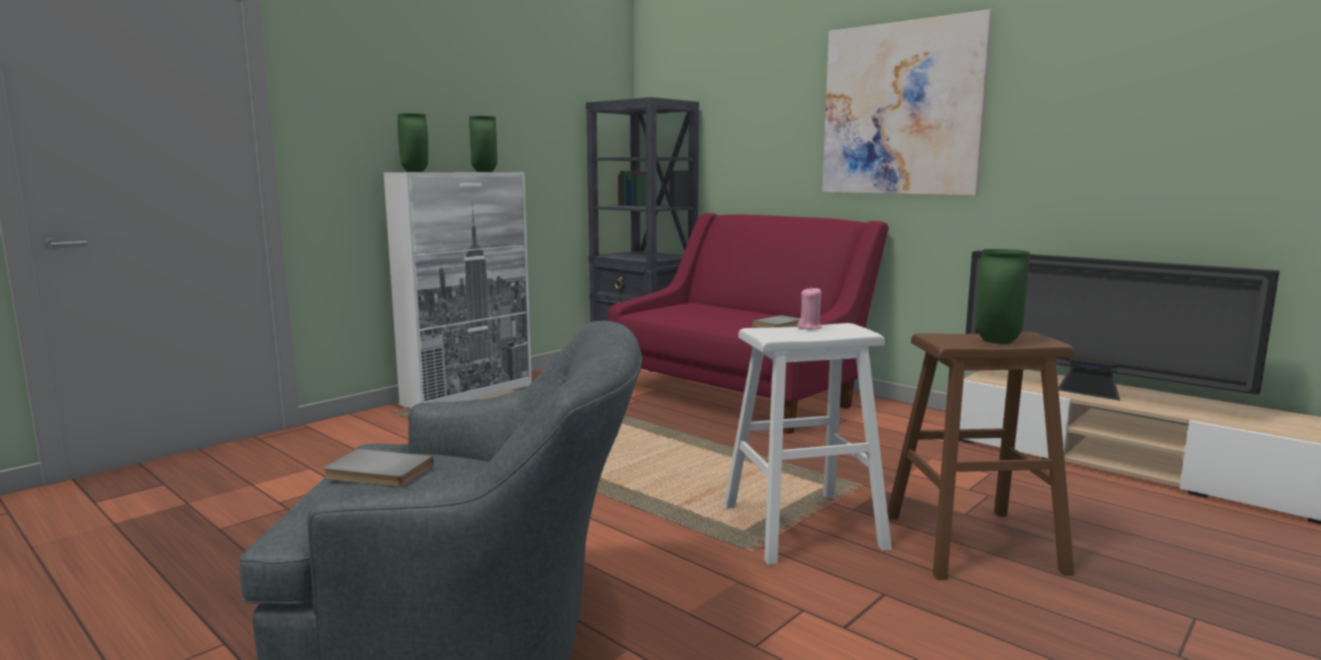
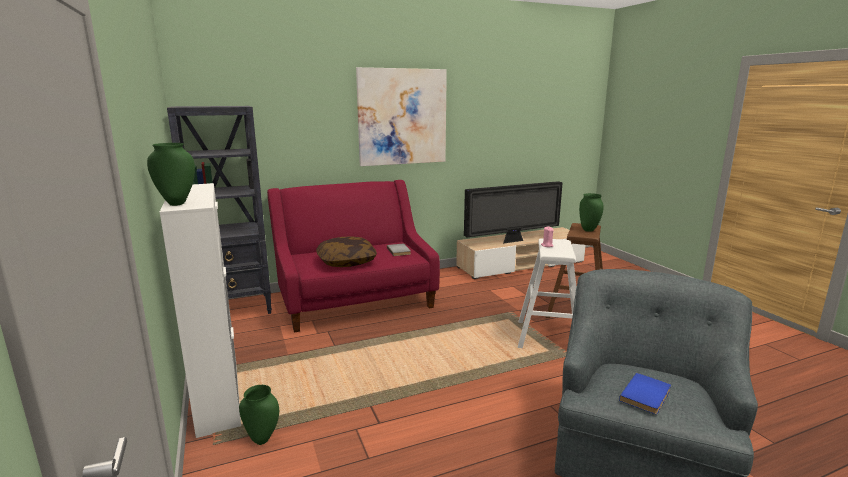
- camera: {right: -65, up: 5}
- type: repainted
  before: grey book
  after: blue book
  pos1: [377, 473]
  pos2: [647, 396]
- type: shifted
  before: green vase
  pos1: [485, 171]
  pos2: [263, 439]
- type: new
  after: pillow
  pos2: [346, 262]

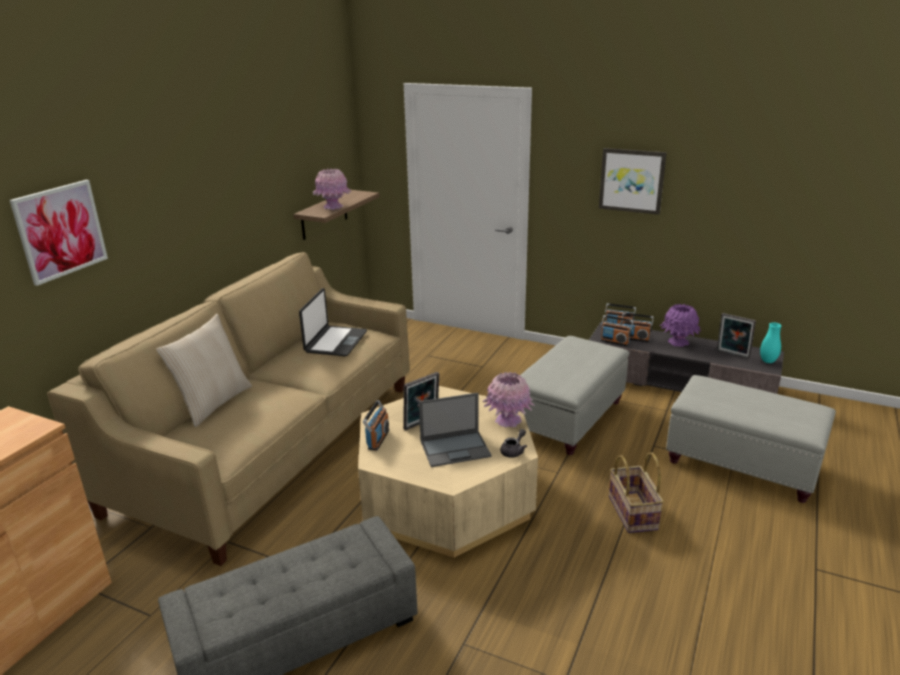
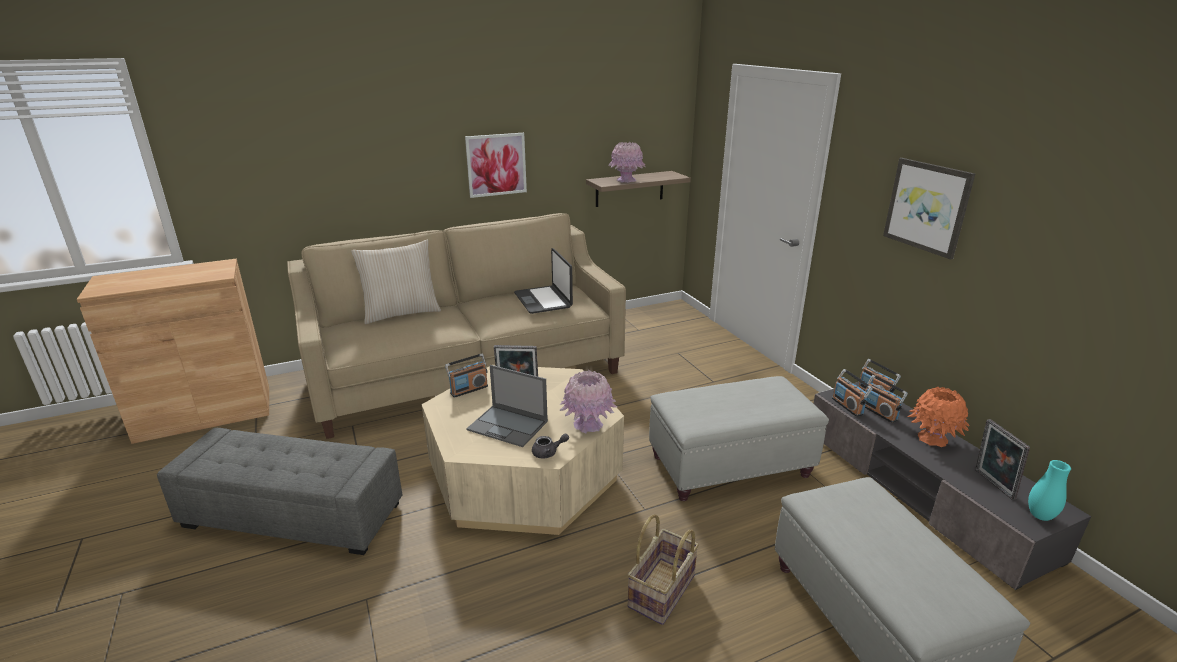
- camera: {right: 40, up: 0}
- type: shifted
  before: picture
  pos1: [60, 231]
  pos2: [496, 165]
- type: rotated
  before: laptop
  pos1: [335, 342]
  pos2: [543, 300]
  turn: 105
- type: repainted
  before: purple vase
  after: orange vase
  pos1: [678, 342]
  pos2: [933, 438]

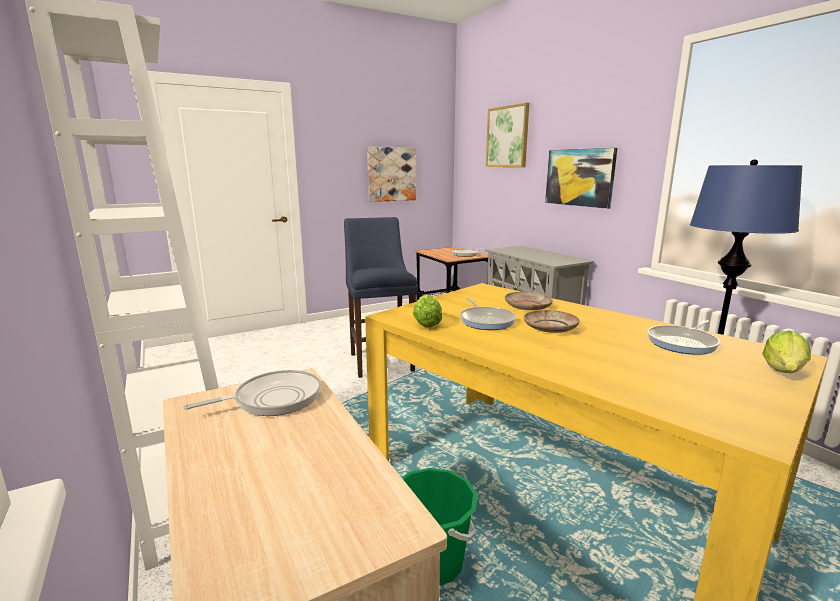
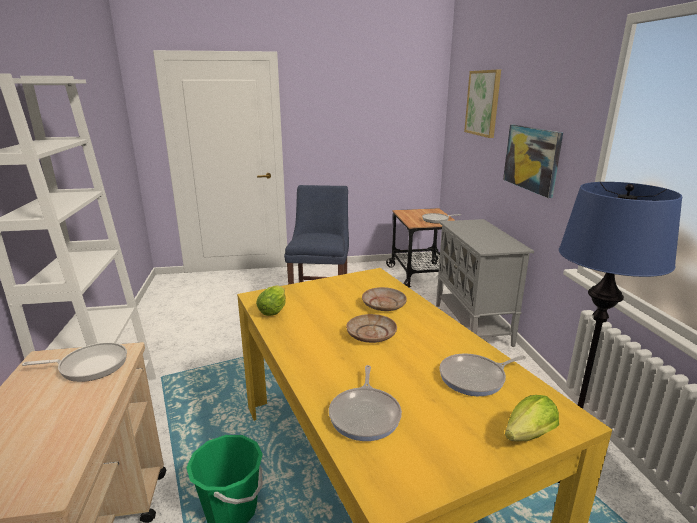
- camera: {right: 20, up: 5}
- type: gone
  before: picture
  pos1: [391, 174]
- type: shifted
  before: frying pan
  pos1: [486, 321]
  pos2: [365, 414]

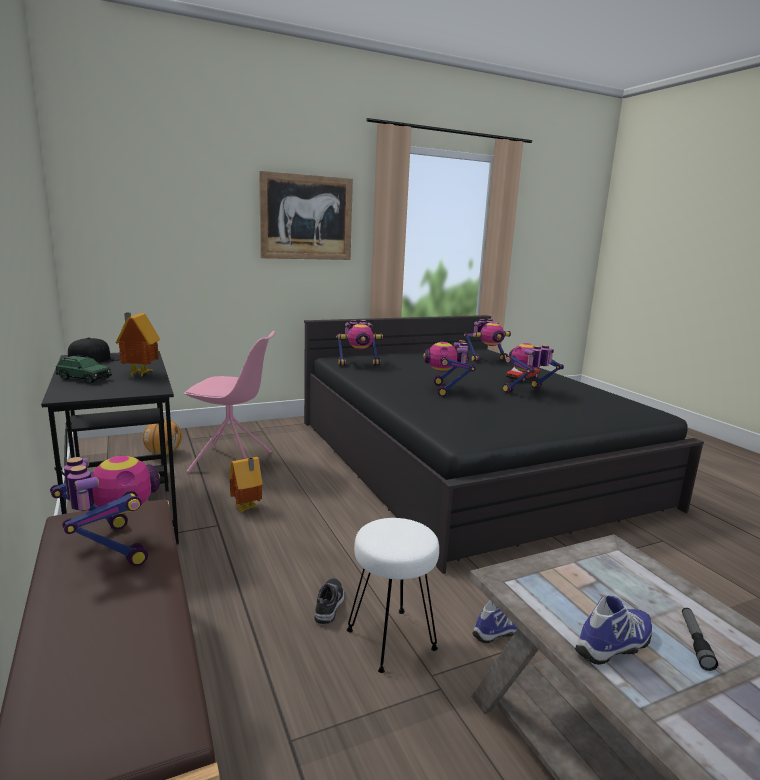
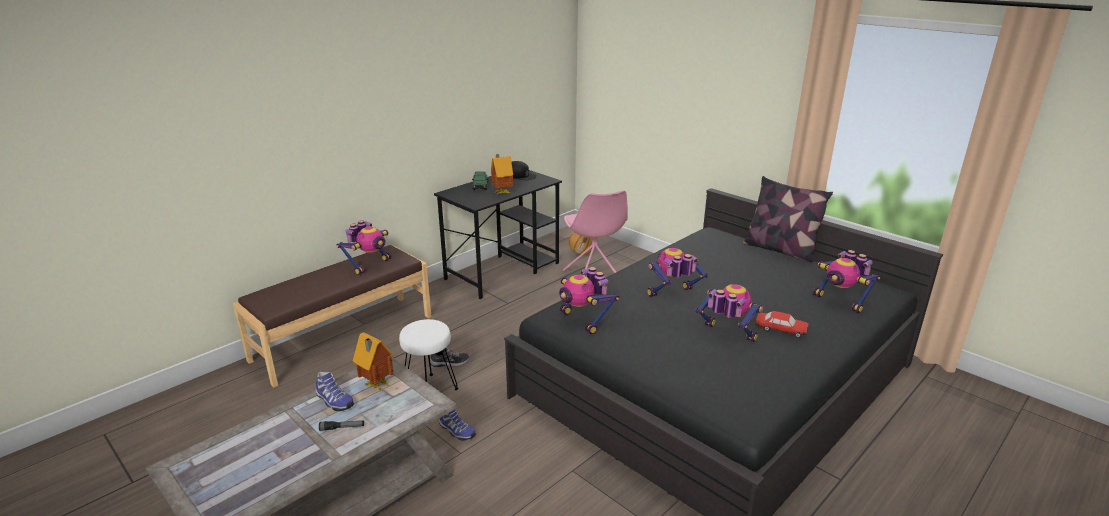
- camera: {right: 70, up: 10}
- type: shifted
  before: toy house
  pos1: [247, 509]
  pos2: [376, 385]
- type: gone
  before: picture
  pos1: [306, 217]
- type: shifted
  before: toy robot
  pos1: [358, 364]
  pos2: [584, 320]
- type: new
  after: pillow
  pos2: [780, 250]

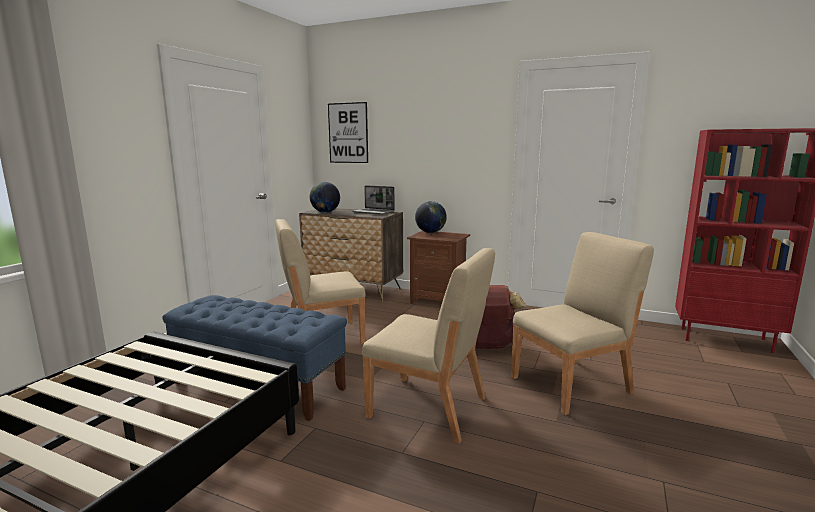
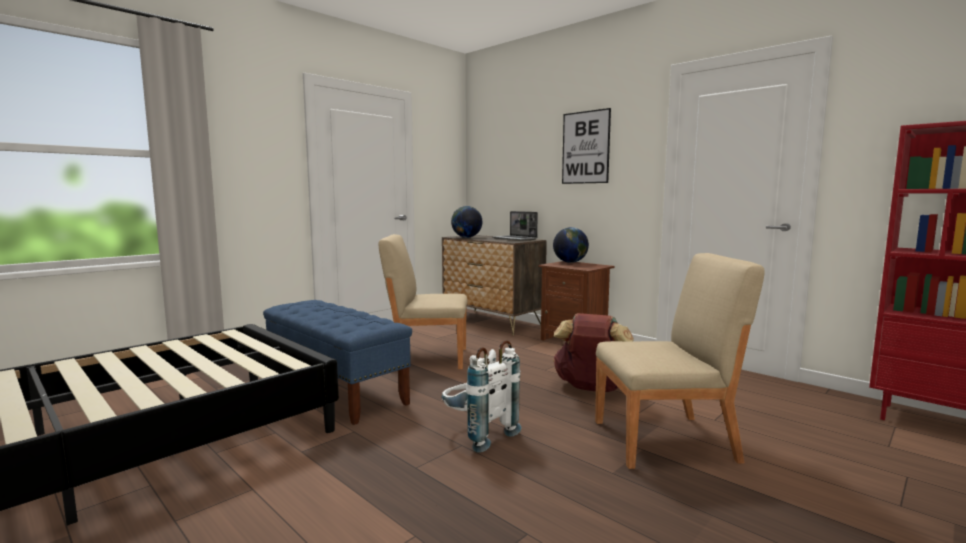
- camera: {right: 20, up: -5}
- type: shifted
  before: picture
  pos1: [348, 133]
  pos2: [585, 147]
- type: swapped
  before: beige chair
  after: white backpack
  pos1: [429, 408]
  pos2: [477, 434]

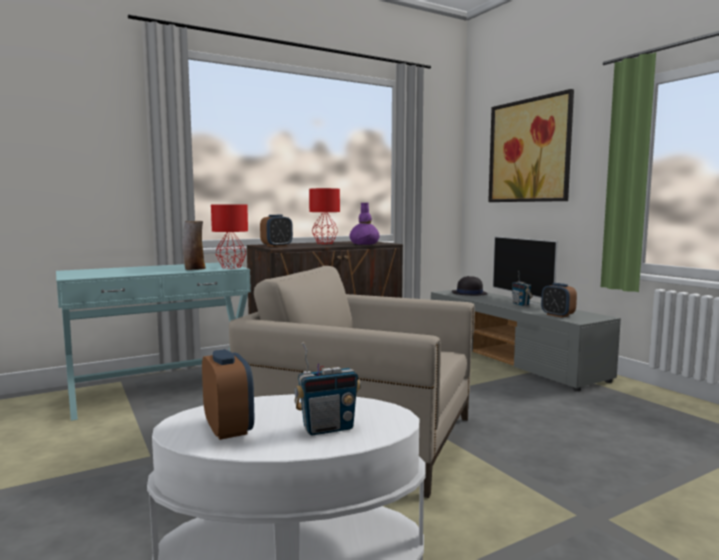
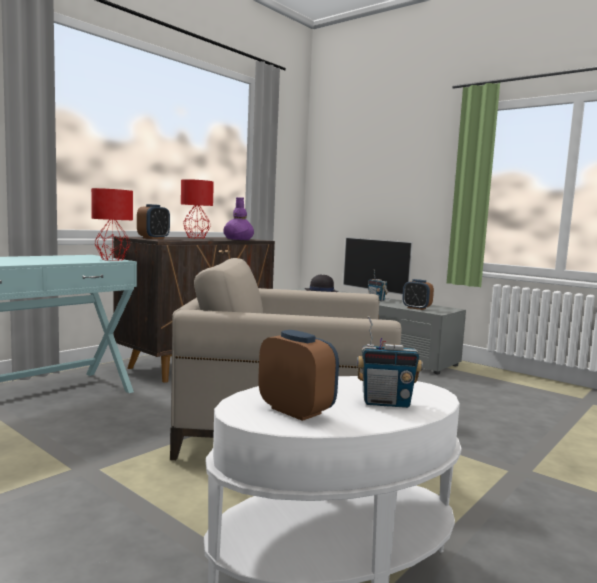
- camera: {right: -20, up: 0}
- type: gone
  before: vase
  pos1: [194, 269]
- type: rotated
  before: radio
  pos1: [328, 428]
  pos2: [386, 403]
  turn: 45
- type: gone
  before: picture
  pos1: [529, 151]

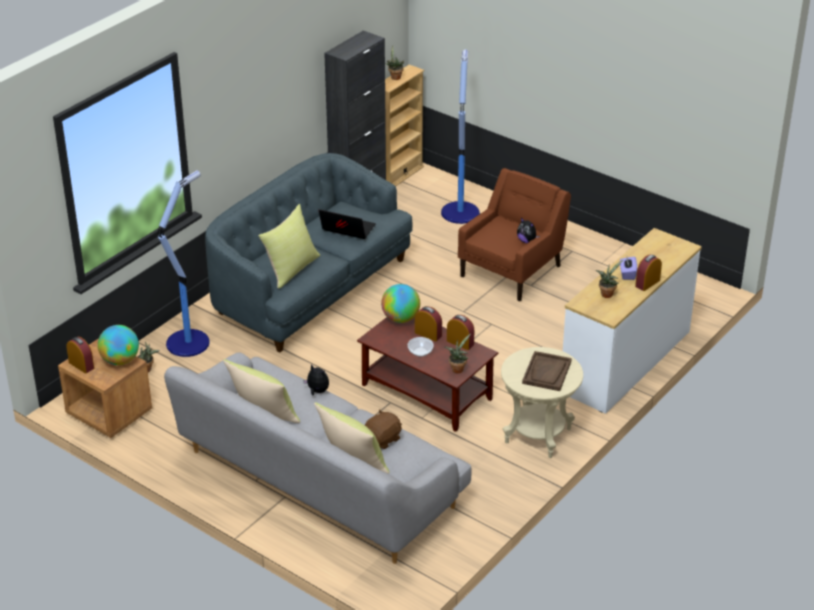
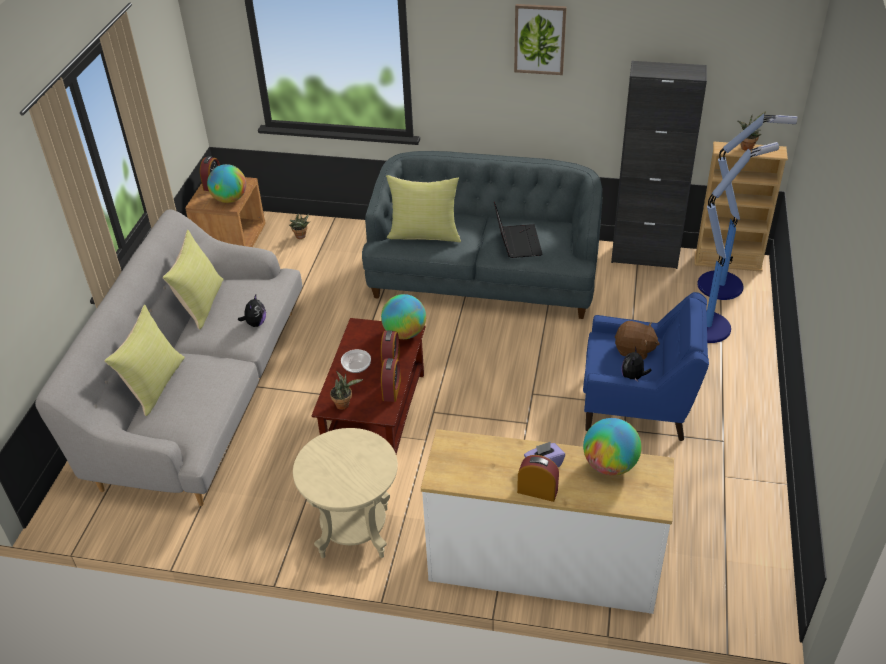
- camera: {right: 65, up: 5}
- type: shifted
  before: floor lamp
  pos1: [189, 342]
  pos2: [722, 285]
- type: shifted
  before: brown plush toy
  pos1: [383, 439]
  pos2: [634, 350]
- type: repainted
  before: brown armchair
  after: blue armchair
  pos1: [512, 270]
  pos2: [638, 404]
- type: gone
  before: brown tray
  pos1: [547, 372]
- type: gone
  before: potted plant
  pos1: [607, 293]
- type: new
  after: picture
  pos2: [539, 39]
- type: new
  after: globe
  pos2: [609, 465]

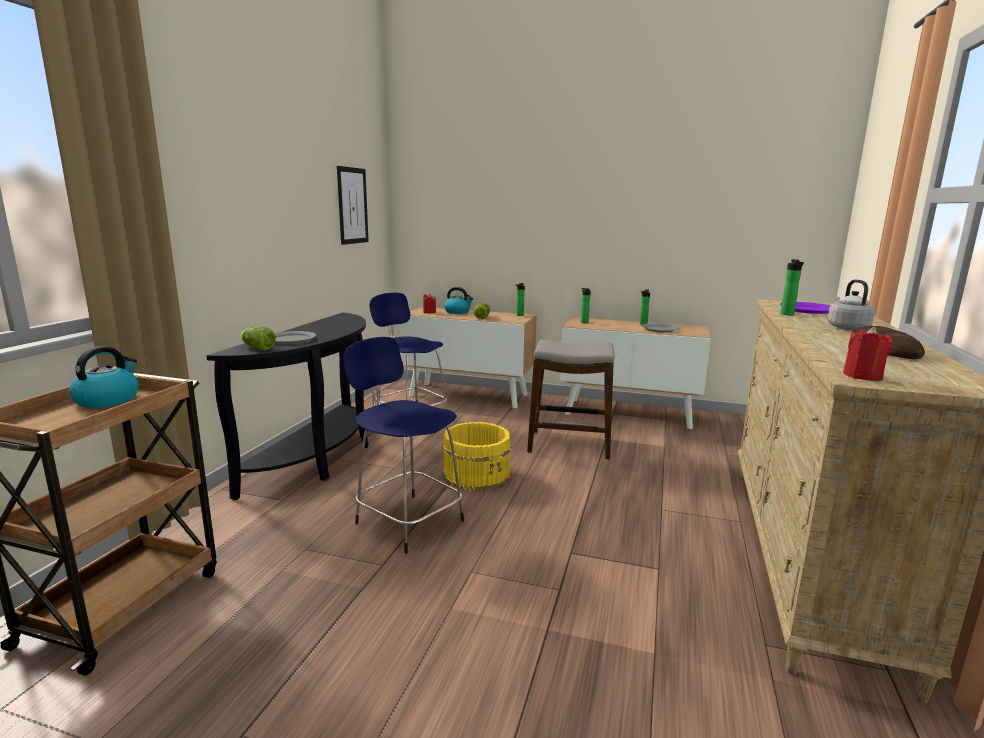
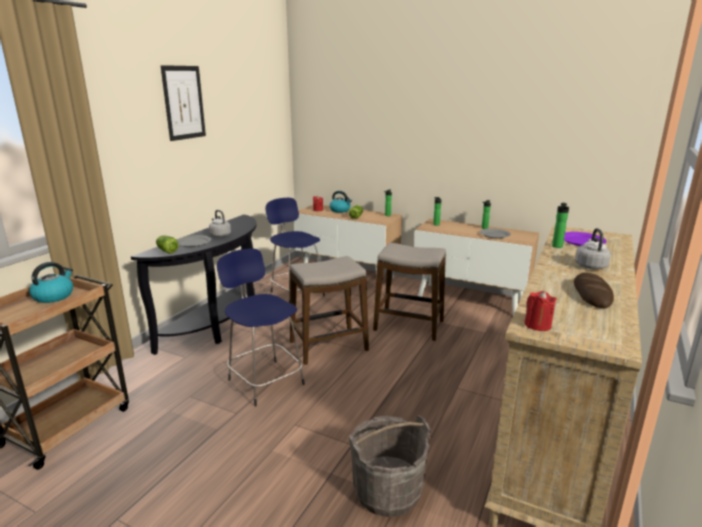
- camera: {right: 10, up: 5}
- type: shifted
  before: picture
  pos1: [352, 206]
  pos2: [184, 102]
- type: swapped
  before: yellow bucket
  after: stool
  pos1: [477, 474]
  pos2: [328, 346]
- type: new
  after: grey kettle
  pos2: [220, 235]
- type: new
  after: grey bucket
  pos2: [387, 491]

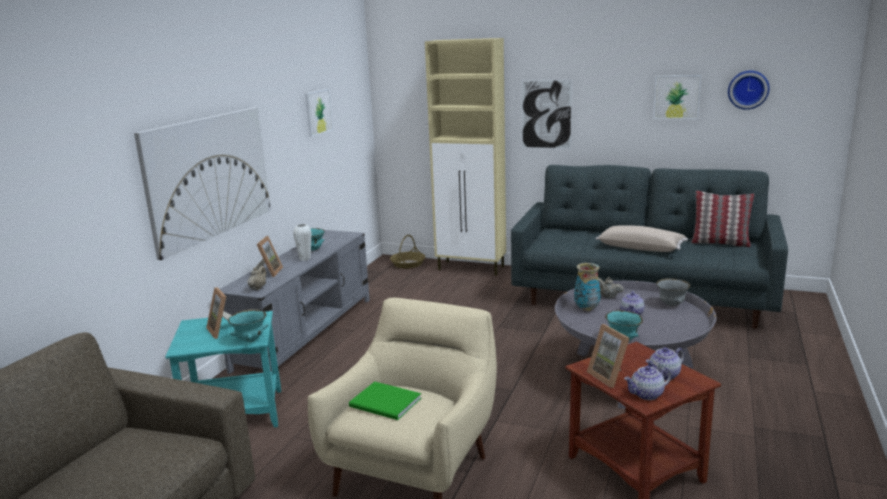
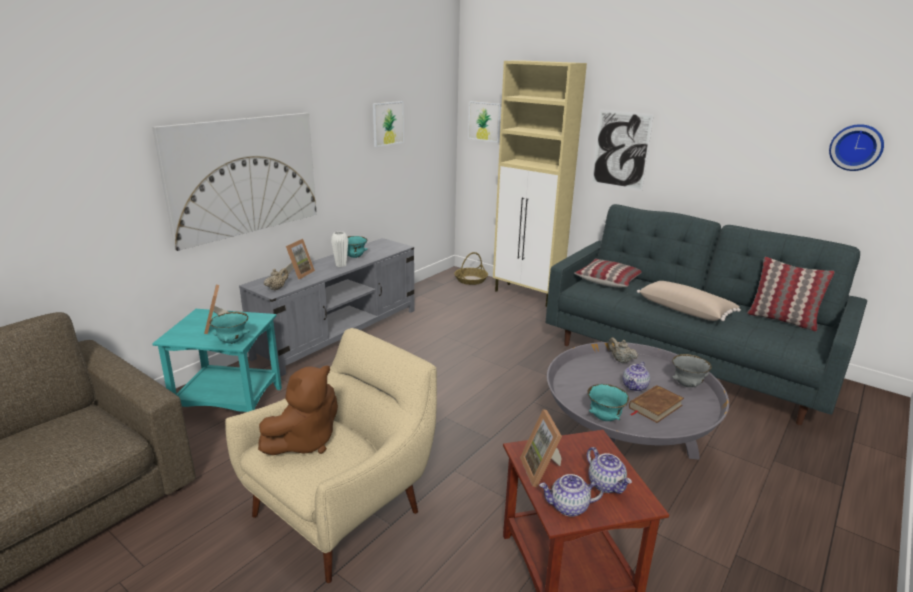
- camera: {right: 15, up: 5}
- type: swapped
  before: green book
  after: brown plush toy
  pos1: [386, 404]
  pos2: [305, 442]
- type: gone
  before: vase
  pos1: [586, 309]
- type: rotated
  before: teapot
  pos1: [664, 375]
  pos2: [606, 484]
  turn: -105
- type: shifted
  before: picture
  pos1: [677, 97]
  pos2: [484, 121]
- type: new
  after: pillow
  pos2: [608, 280]
- type: new
  after: brown book
  pos2: [655, 406]

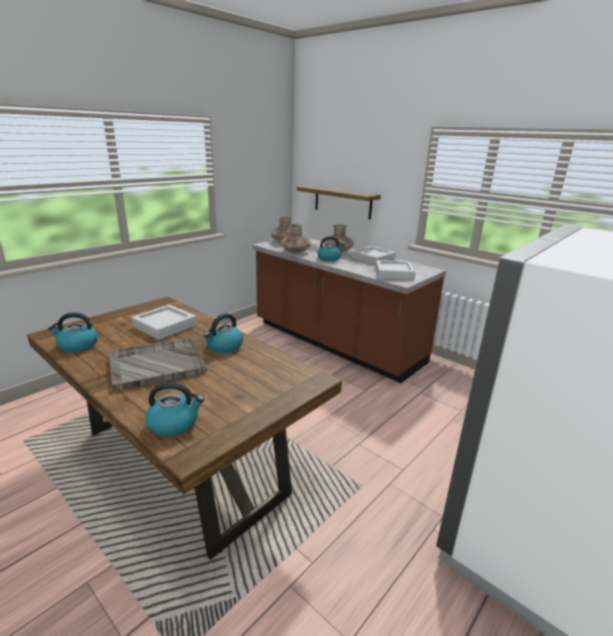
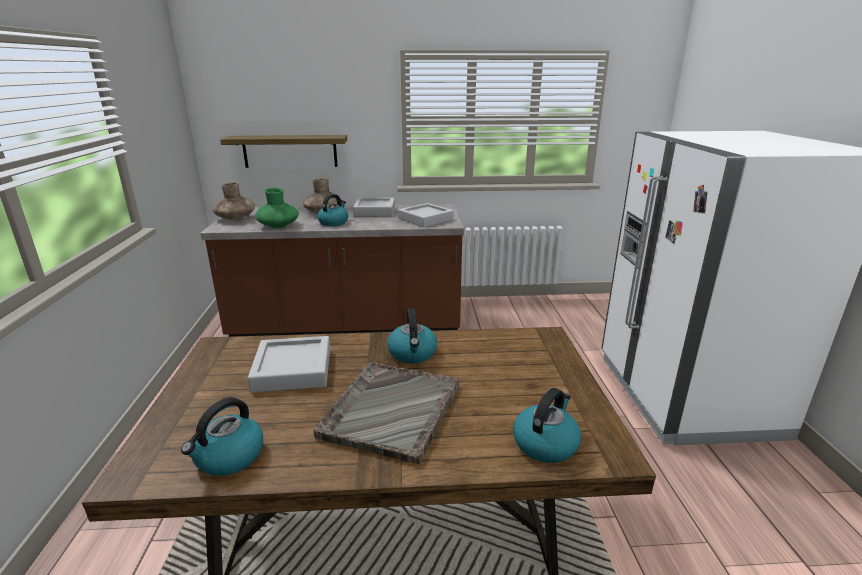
- camera: {right: -45, up: 0}
- type: repainted
  before: brown vase
  after: green vase
  pos1: [295, 251]
  pos2: [278, 226]

